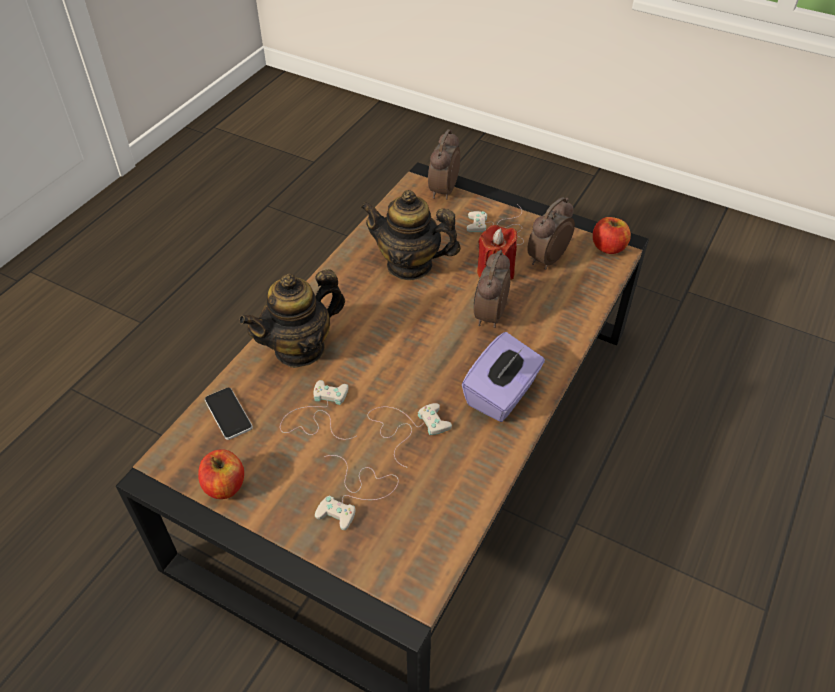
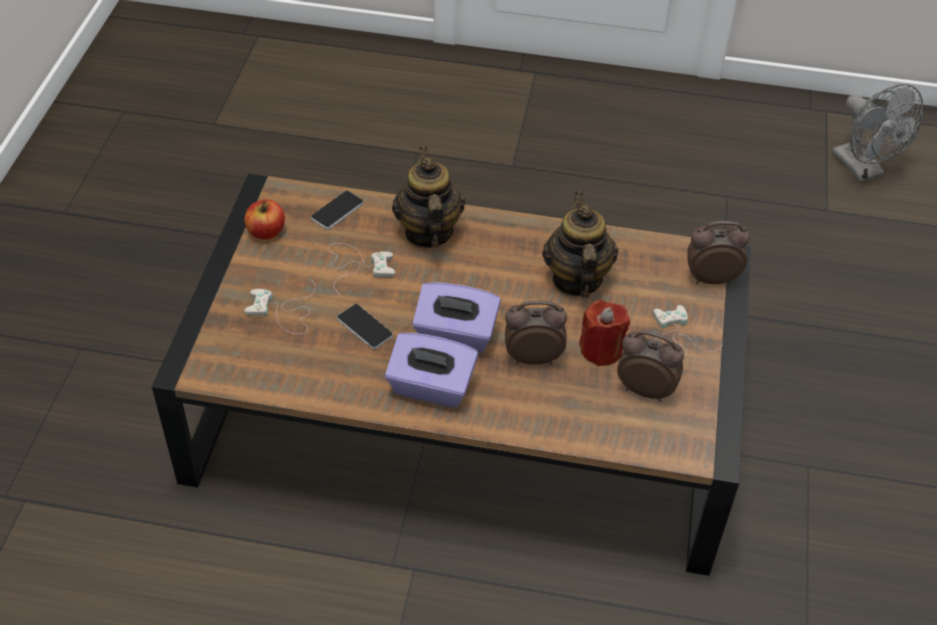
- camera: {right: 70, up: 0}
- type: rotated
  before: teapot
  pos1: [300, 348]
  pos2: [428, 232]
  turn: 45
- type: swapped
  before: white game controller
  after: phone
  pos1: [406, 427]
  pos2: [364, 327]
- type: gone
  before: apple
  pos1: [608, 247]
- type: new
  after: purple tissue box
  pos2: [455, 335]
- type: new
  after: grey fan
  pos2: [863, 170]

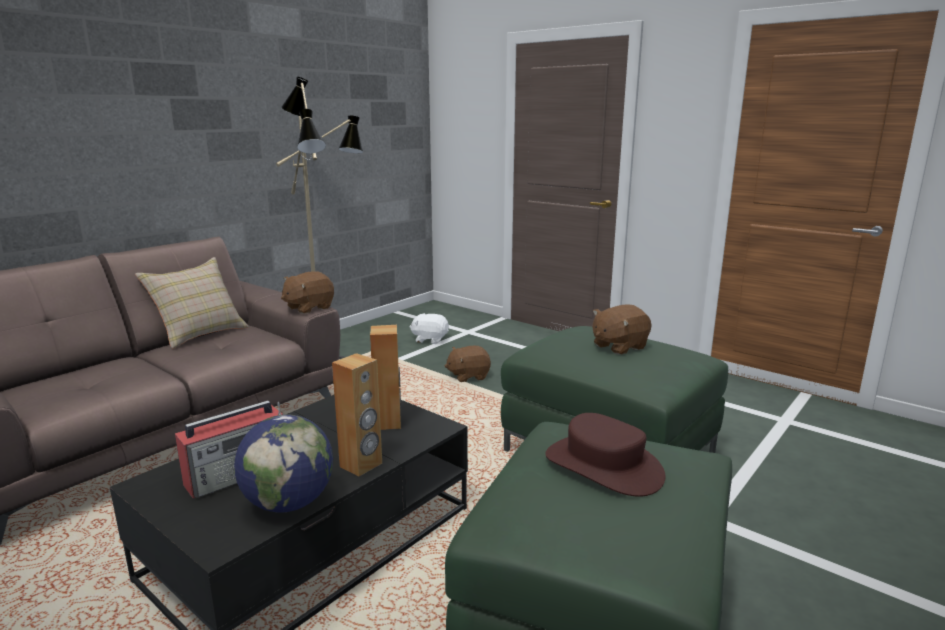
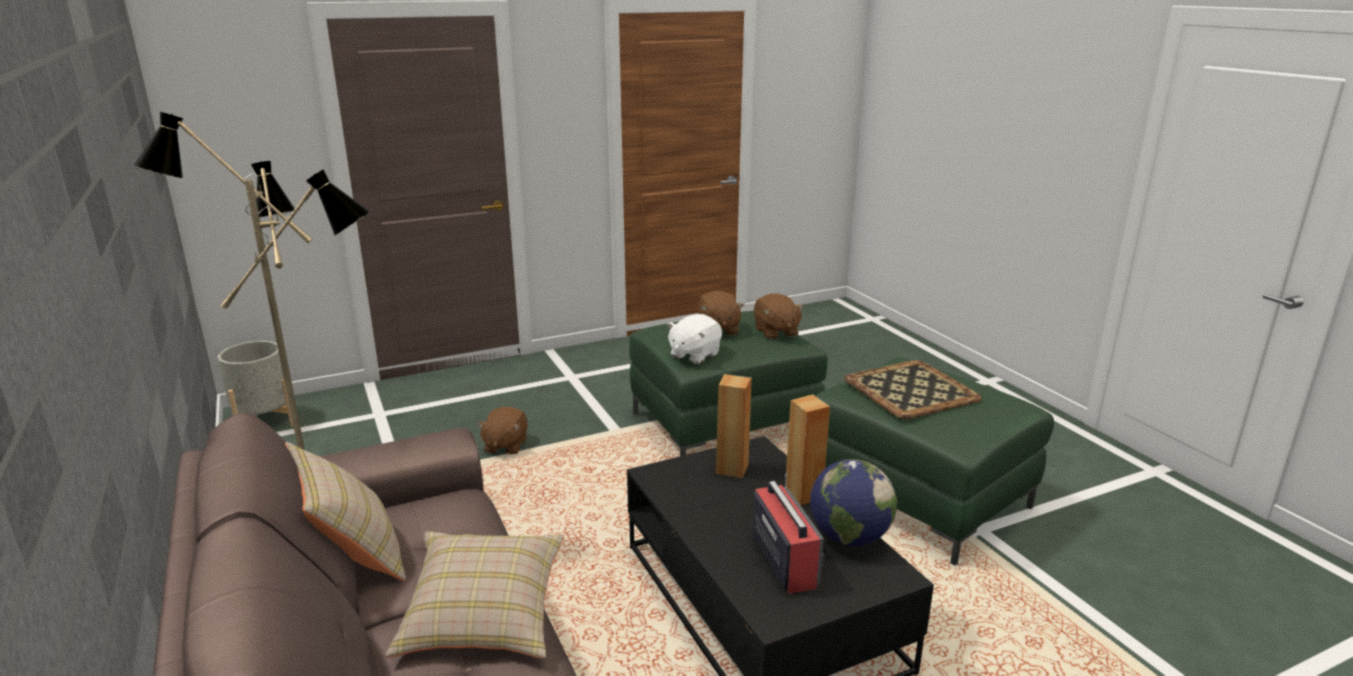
- camera: {right: -65, up: 5}
- type: shifted
  before: brown plush toy
  pos1: [308, 308]
  pos2: [775, 332]
- type: shifted
  before: white plush toy
  pos1: [430, 339]
  pos2: [694, 355]
- type: swapped
  before: brown hat
  after: tray
  pos1: [603, 466]
  pos2: [911, 389]
- type: new
  after: grey planter
  pos2: [264, 421]
- type: new
  after: beige pillow
  pos2: [483, 616]

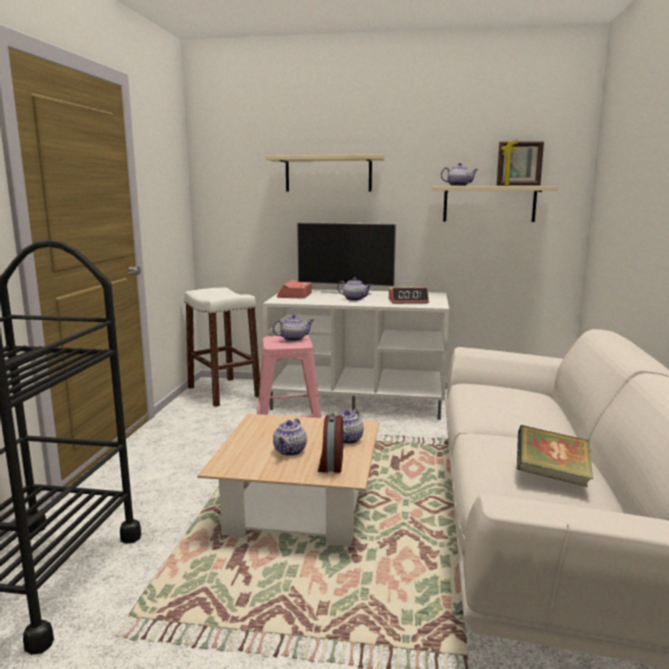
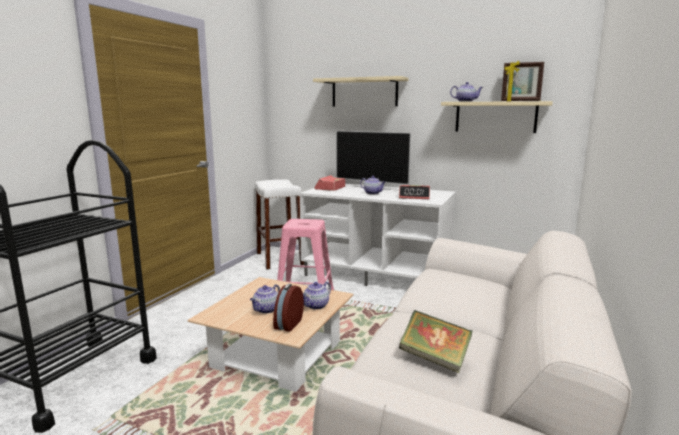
- camera: {right: 15, up: 0}
- type: gone
  before: teapot
  pos1: [294, 339]

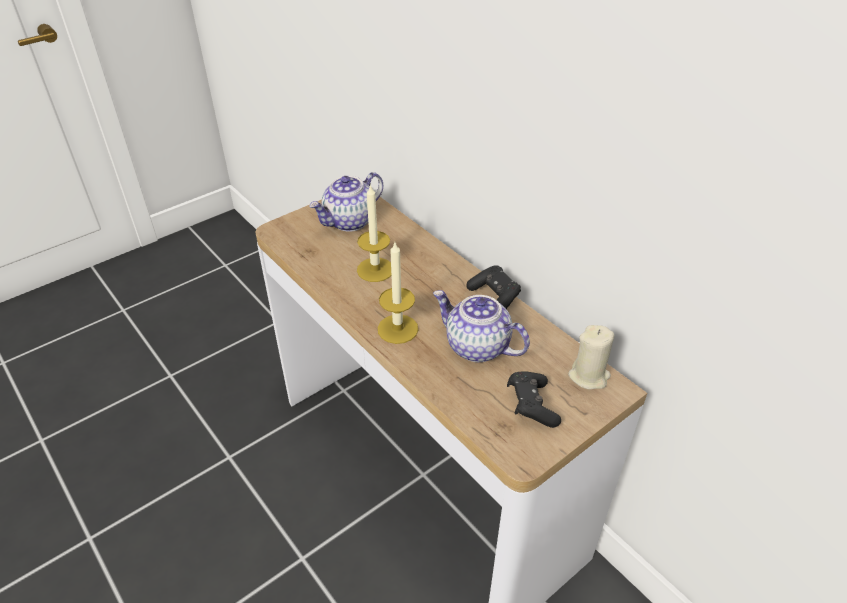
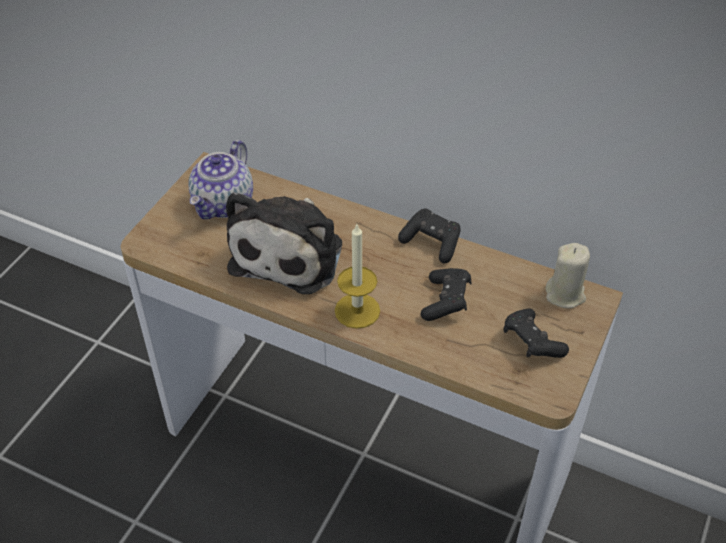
- camera: {right: -25, up: 5}
- type: swapped
  before: candle
  after: plush toy
  pos1: [375, 270]
  pos2: [290, 252]
- type: swapped
  before: teapot
  after: black game controller
  pos1: [476, 346]
  pos2: [446, 302]

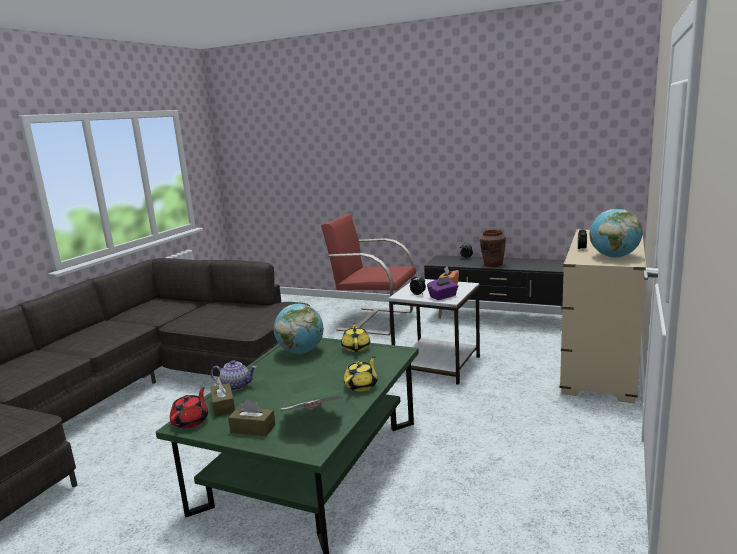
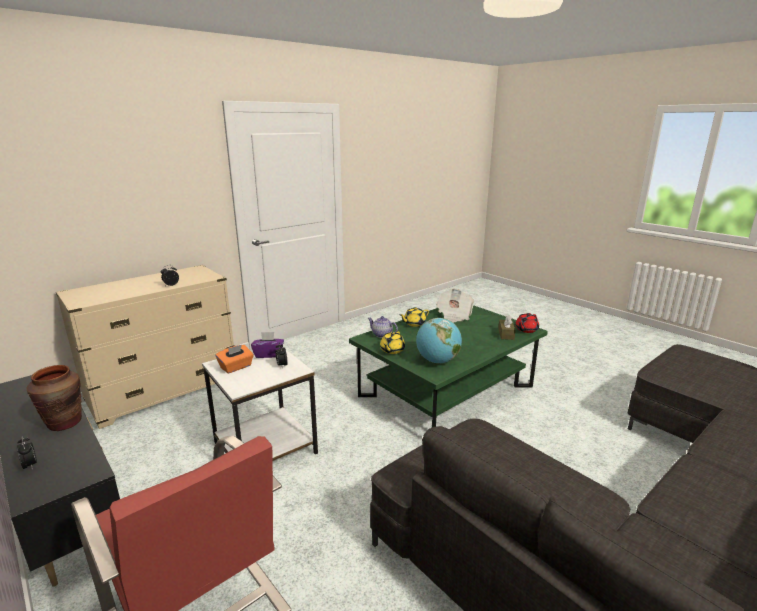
- camera: {right: -155, up: 5}
- type: shifted
  before: teapot
  pos1: [236, 386]
  pos2: [382, 335]
- type: gone
  before: brown tissue box
  pos1: [253, 429]
- type: gone
  before: globe
  pos1: [614, 257]

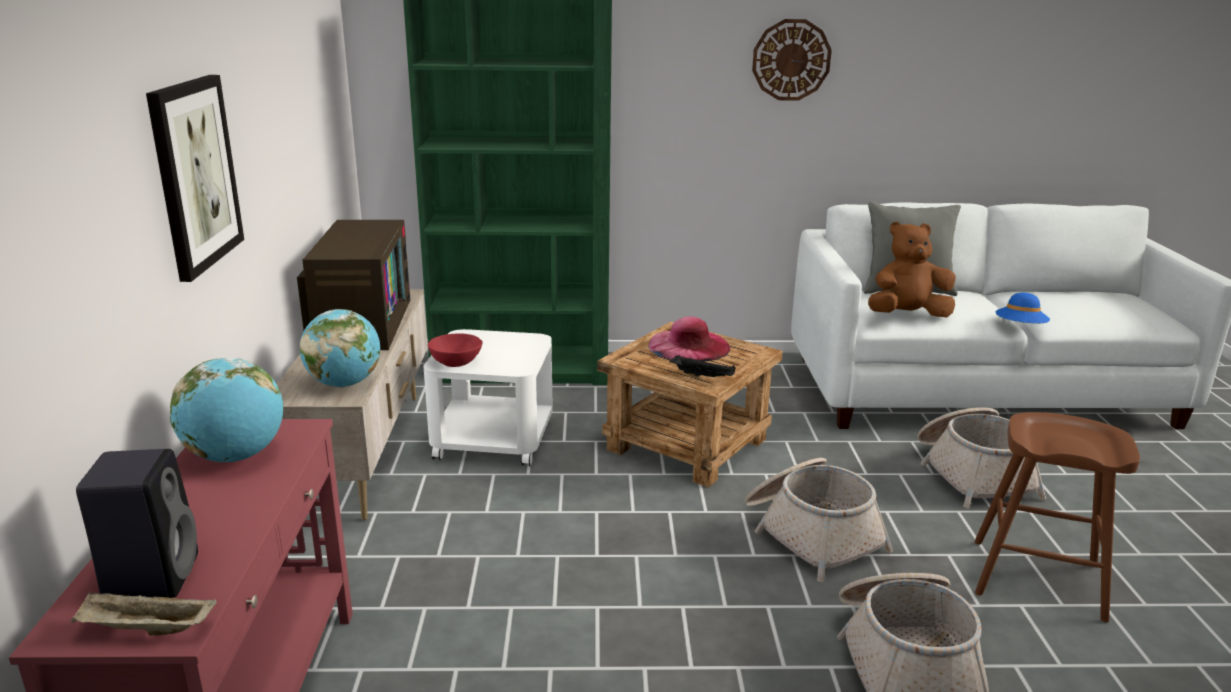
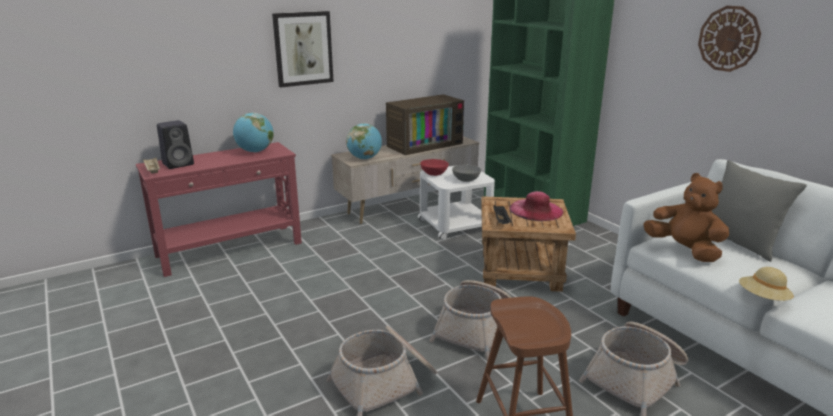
- camera: {right: 60, up: 0}
- type: repainted
  before: blue hat
  after: beige hat
  pos1: [1020, 328]
  pos2: [763, 298]
- type: new
  after: grey bowl
  pos2: [466, 180]

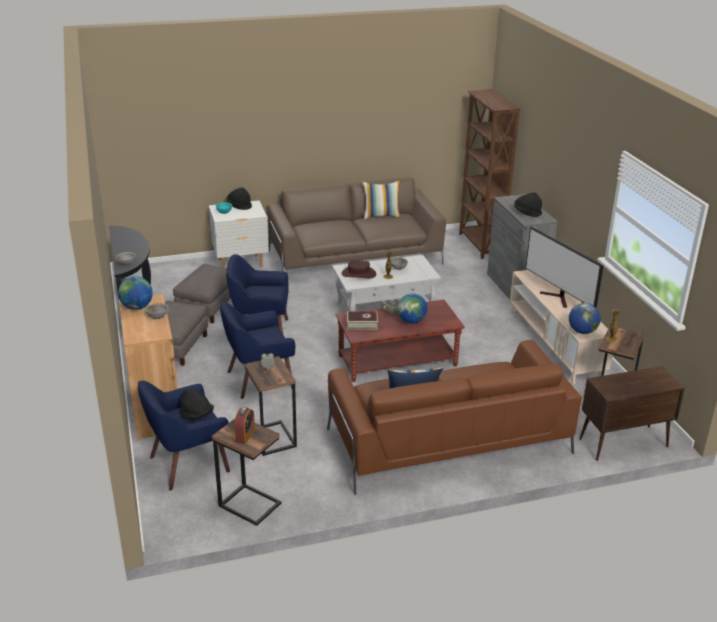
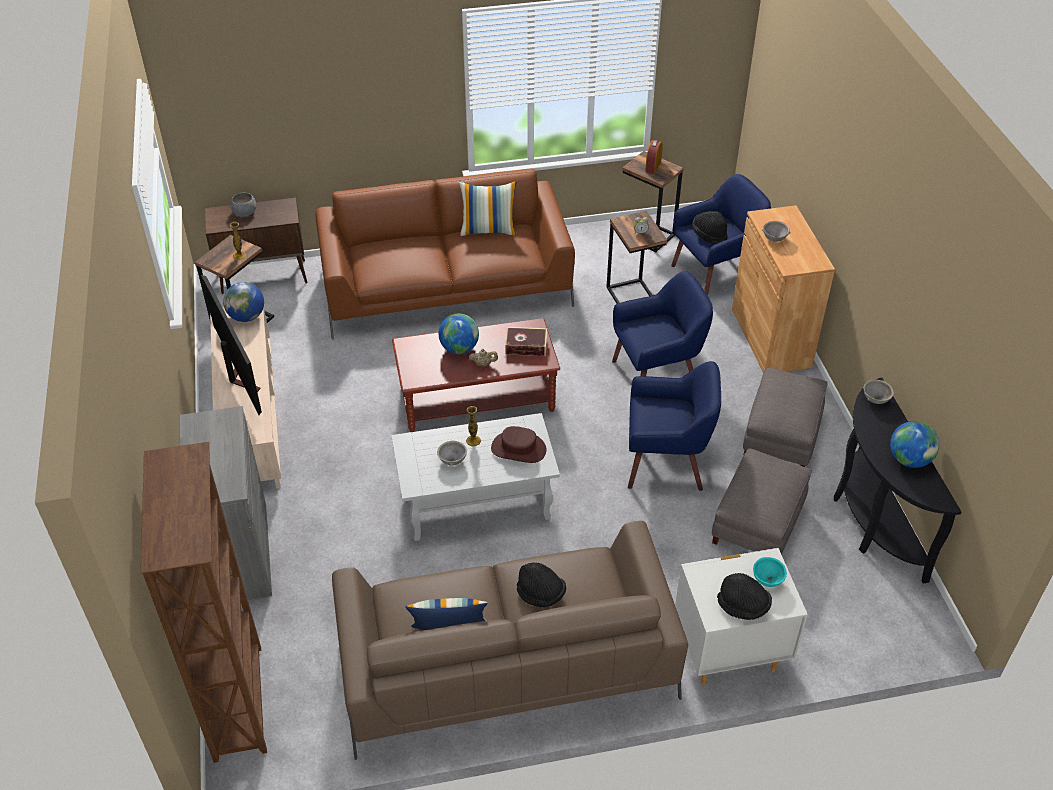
- camera: {right: -175, up: 15}
- type: shifted
  before: globe
  pos1: [137, 307]
  pos2: [909, 459]
- type: shifted
  before: black hat
  pos1: [527, 212]
  pos2: [541, 594]
- type: new
  after: grey bowl
  pos2: [244, 212]

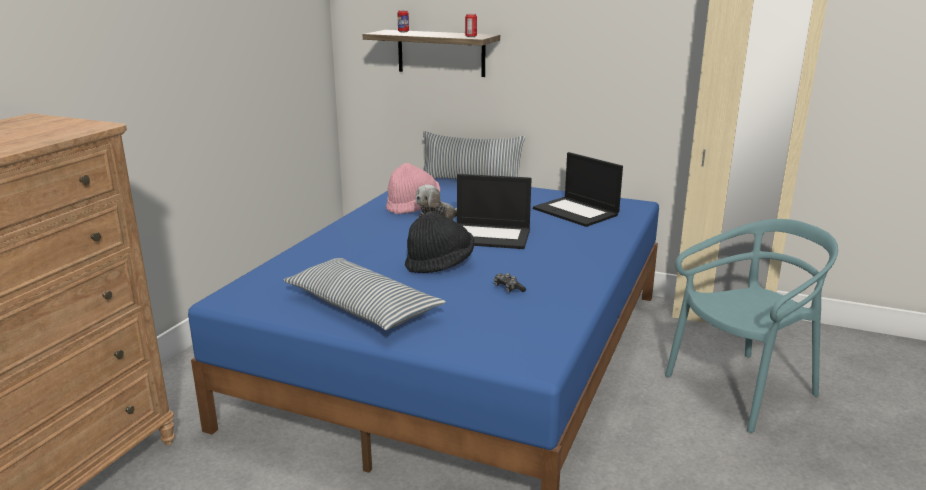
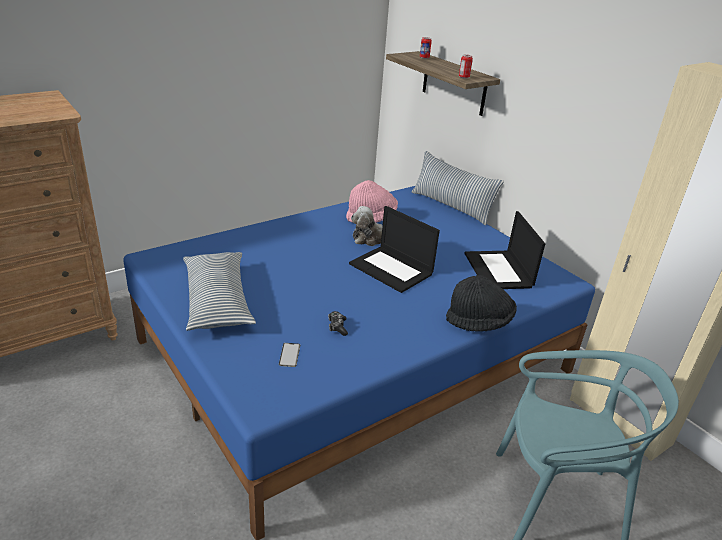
- camera: {right: 30, up: 10}
- type: shifted
  before: black hat
  pos1: [440, 264]
  pos2: [479, 322]
- type: new
  after: phone
  pos2: [289, 355]

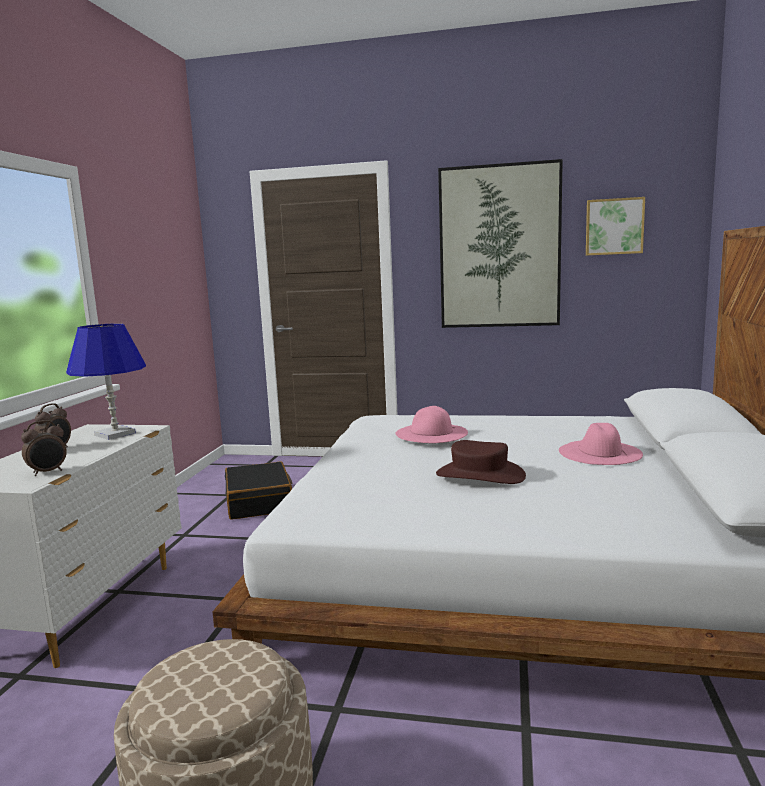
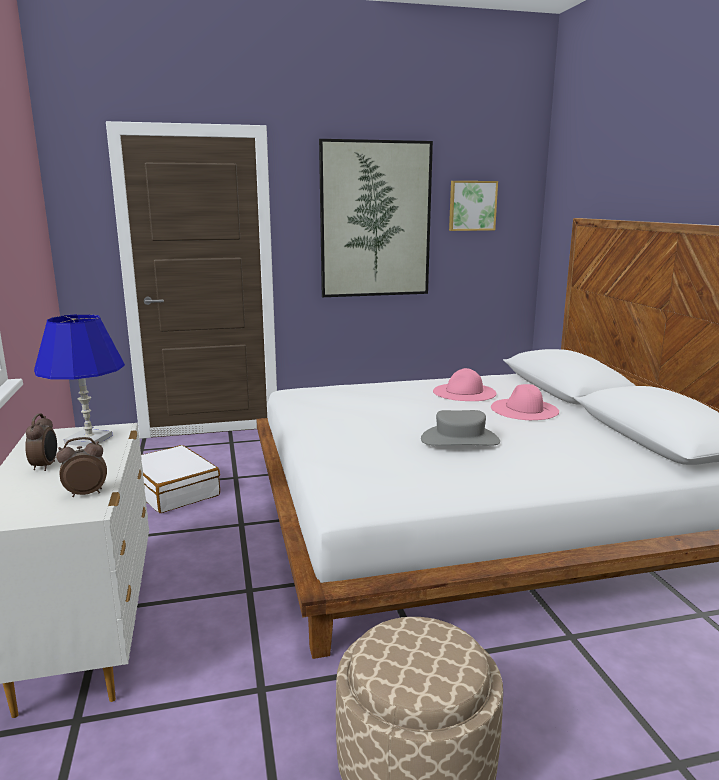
- camera: {right: -25, up: 5}
- type: rotated
  before: alarm clock
  pos1: [48, 472]
  pos2: [86, 493]
  turn: -135
- type: repainted
  before: black suitcase
  after: white suitcase
  pos1: [259, 502]
  pos2: [174, 490]
- type: shifted
  before: pink hat
  pos1: [431, 433]
  pos2: [464, 392]
- type: repainted
  before: brown hat
  after: grey hat
  pos1: [480, 475]
  pos2: [460, 440]

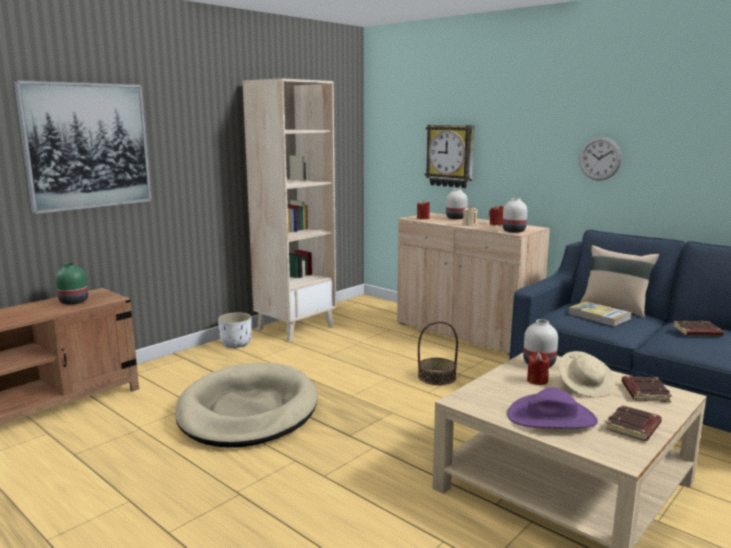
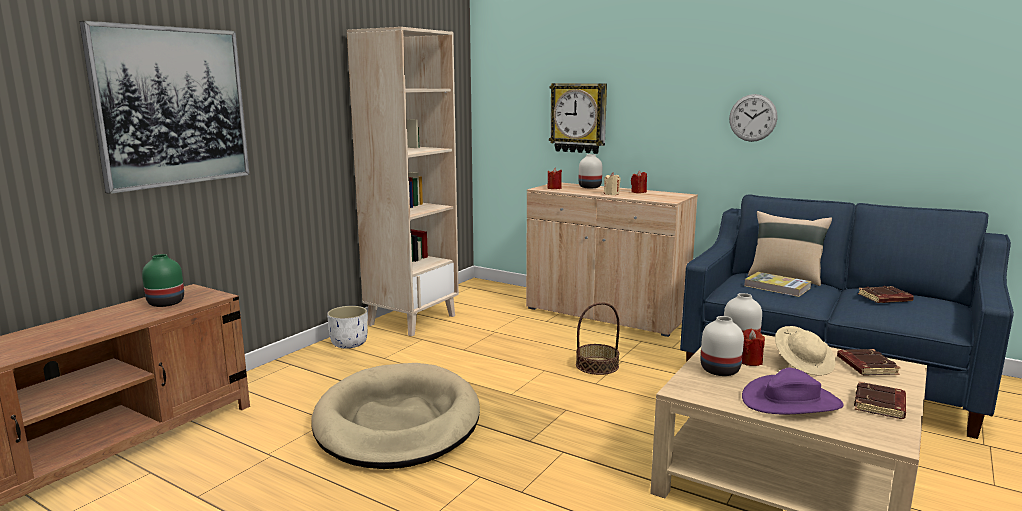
- camera: {right: -10, up: 0}
- type: shifted
  before: white vase
  pos1: [514, 231]
  pos2: [720, 371]

